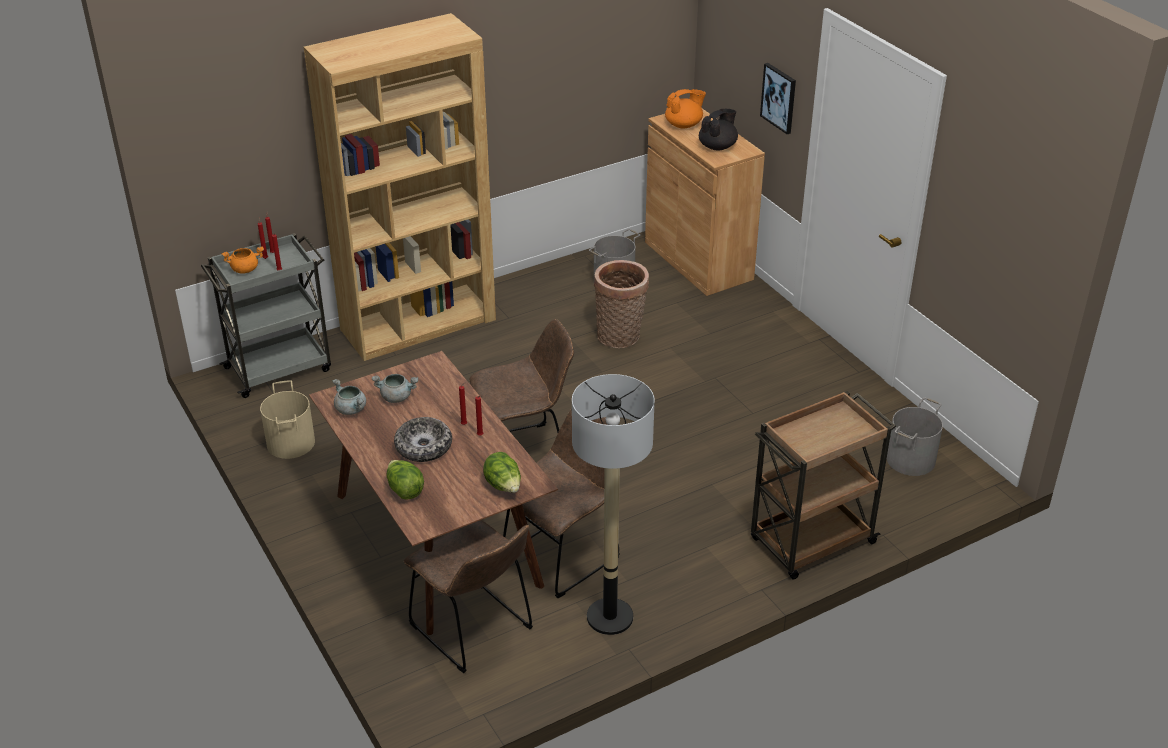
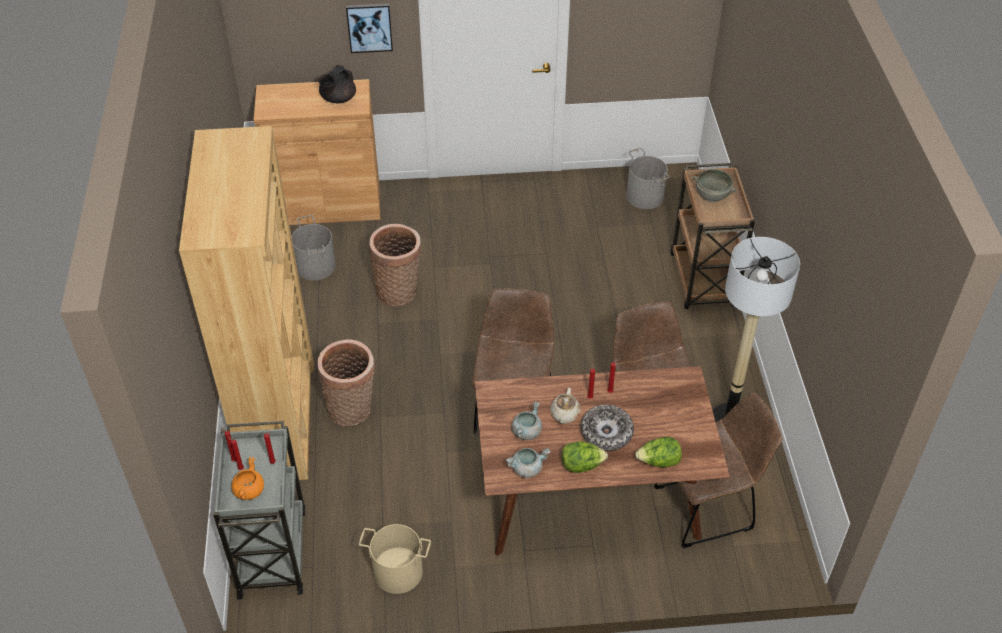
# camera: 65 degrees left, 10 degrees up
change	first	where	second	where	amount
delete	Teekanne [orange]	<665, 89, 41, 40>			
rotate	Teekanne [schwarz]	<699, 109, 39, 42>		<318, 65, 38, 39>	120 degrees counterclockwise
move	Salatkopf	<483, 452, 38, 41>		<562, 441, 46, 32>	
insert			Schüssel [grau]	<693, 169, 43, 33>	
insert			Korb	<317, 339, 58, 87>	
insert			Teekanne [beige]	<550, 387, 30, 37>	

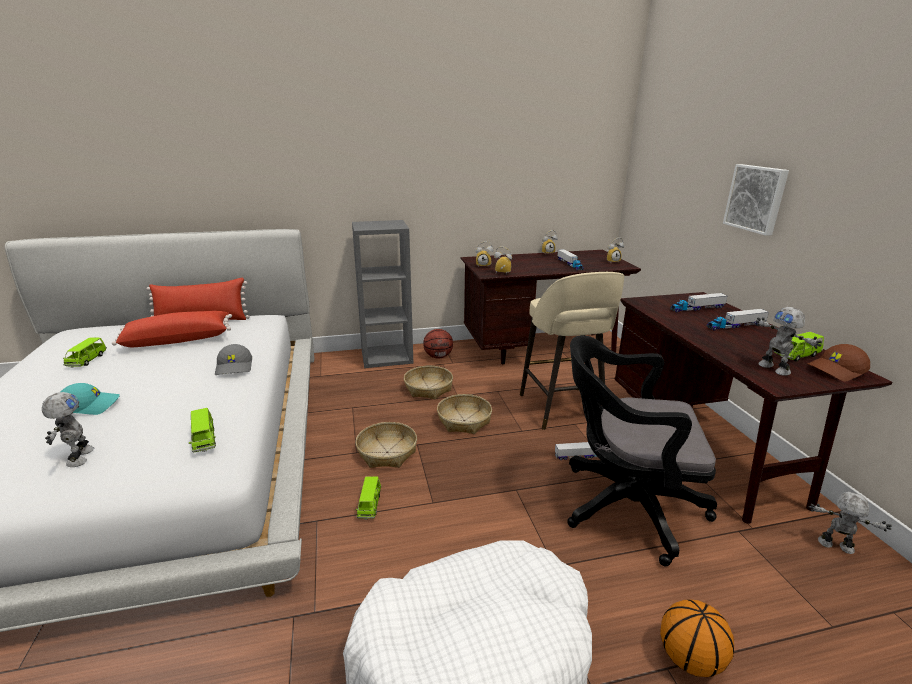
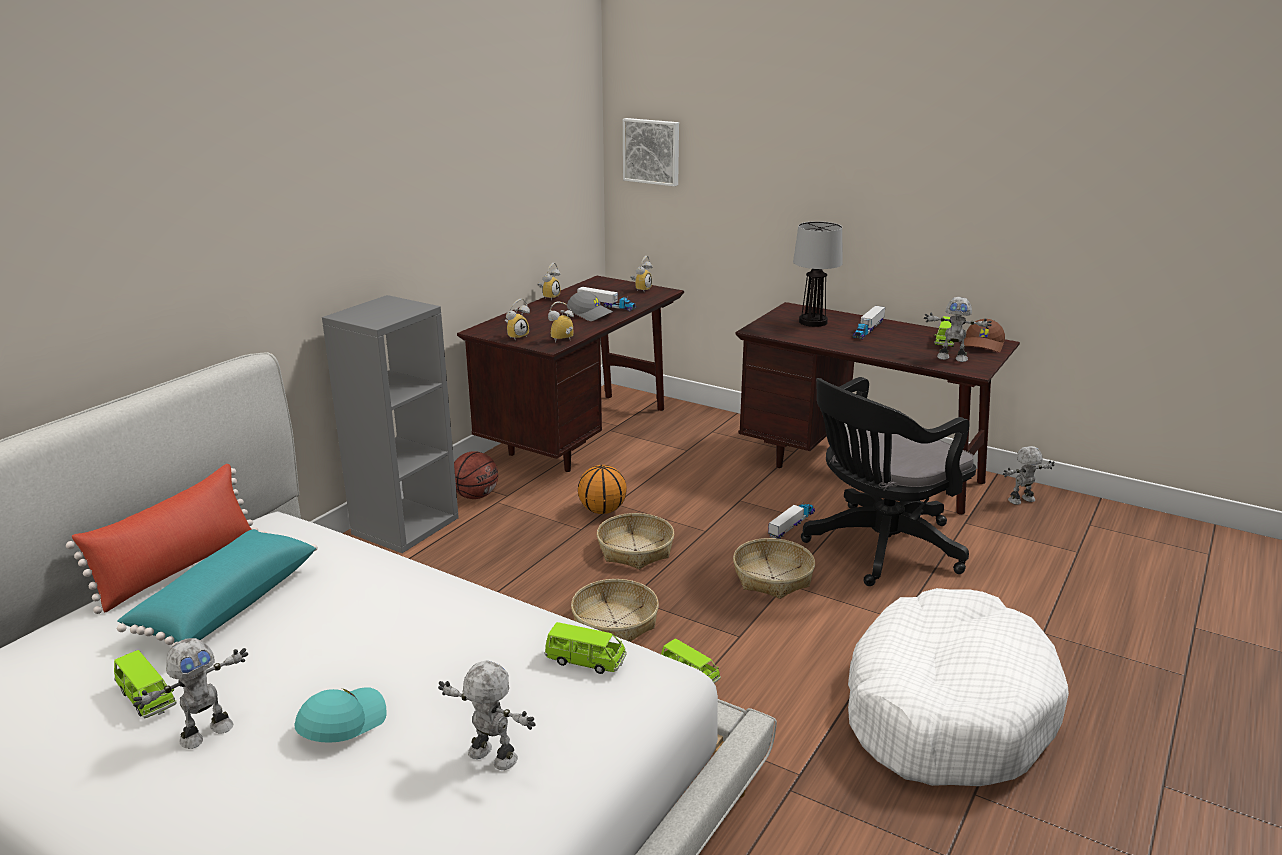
# camera: 45 degrees left, 0 degrees up
change	first	where	second	where	amount
move	Bild	<723, 164, 66, 72>		<623, 118, 56, 68>	
delete	Hocker [beige]	<520, 272, 105, 158>			
replace	Spielzeuglaster	<670, 293, 57, 20>	Tischlampe	<793, 221, 49, 106>	
recolor	Kissen [rot]	<112, 311, 120, 36>	Kissen [türkis]	<117, 529, 201, 117>	
move	Kappe [grau]	<215, 344, 37, 31>		<567, 291, 46, 30>	
move	Korb	<404, 366, 49, 33>		<733, 538, 82, 61>	
move	Basketball	<660, 600, 74, 77>		<578, 465, 49, 49>	
insert			Spielzeugroboter	<133, 638, 115, 111>	

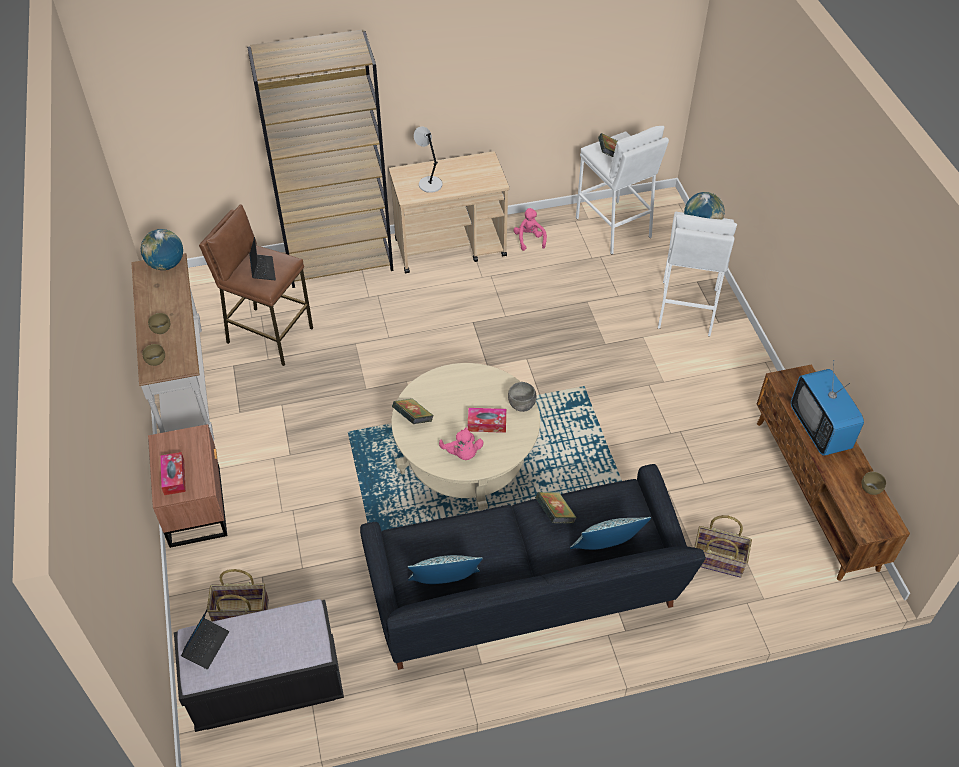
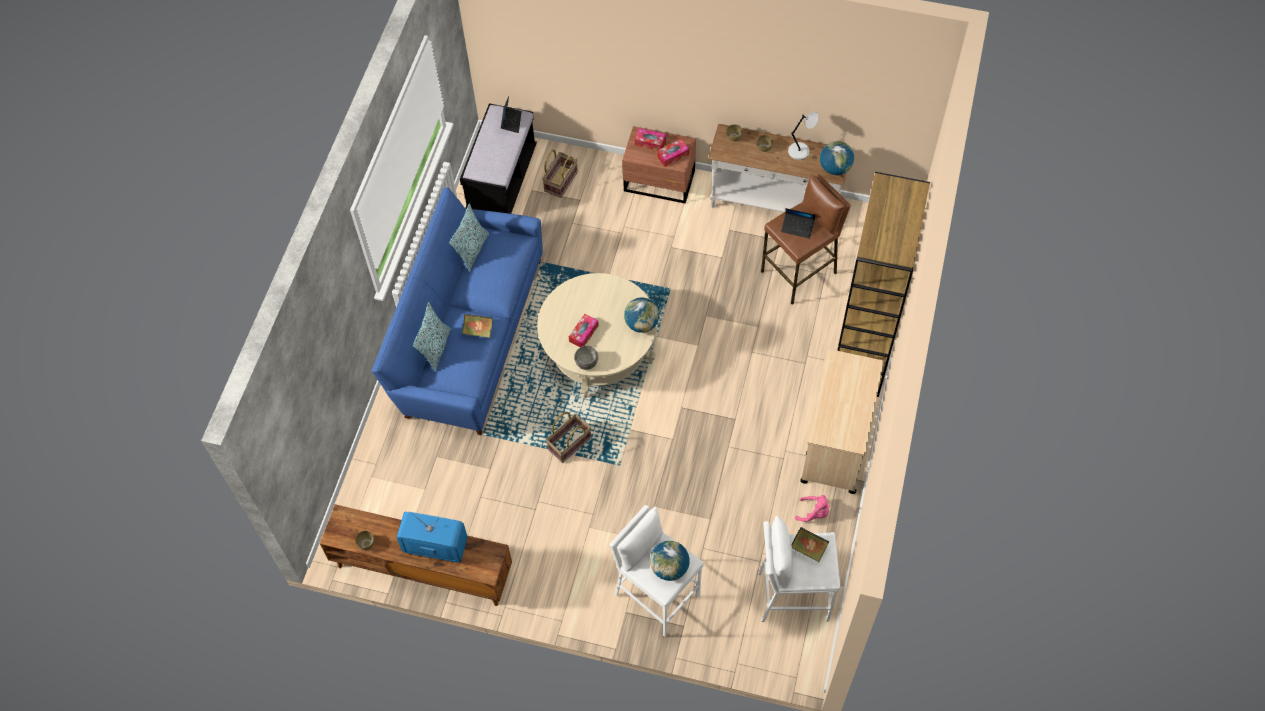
# camera: 120 degrees right, 10 degrees up
change	first	where	second	where	amount
move	Tischlampe [grau]	<414, 126, 29, 67>		<788, 111, 30, 49>	
delete	Buch	<392, 398, 42, 26>			
delete	Plüschtier [rosa]	<439, 428, 45, 32>			
recolor	Sofa [schwarz]	<360, 464, 346, 206>	Sofa [blau]	<372, 188, 171, 247>	
move	Korb	<694, 515, 58, 63>		<546, 412, 45, 51>	
rotate	Laptop	<181, 608, 48, 61>		<501, 96, 21, 37>	135 degrees counterclockwise
insert			Taschentuchbox	<657, 139, 32, 28>	
insert			Globus	<624, 297, 35, 36>	

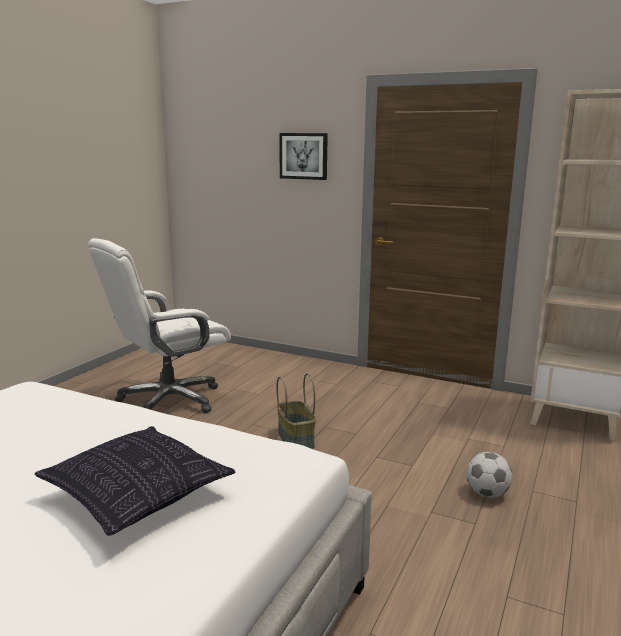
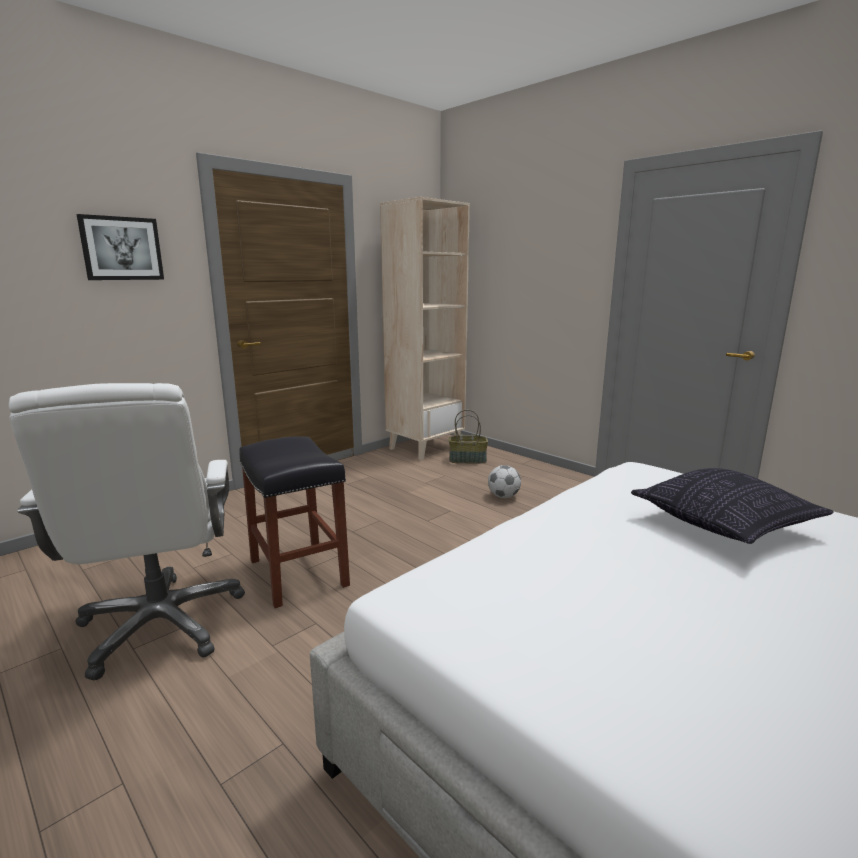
# camera: 70 degrees left, 0 degrees up
change	first	where	second	where	amount
move	Korb	<276, 373, 40, 76>		<449, 410, 39, 53>	
insert			Hocker [schwarz]	<239, 436, 111, 172>	

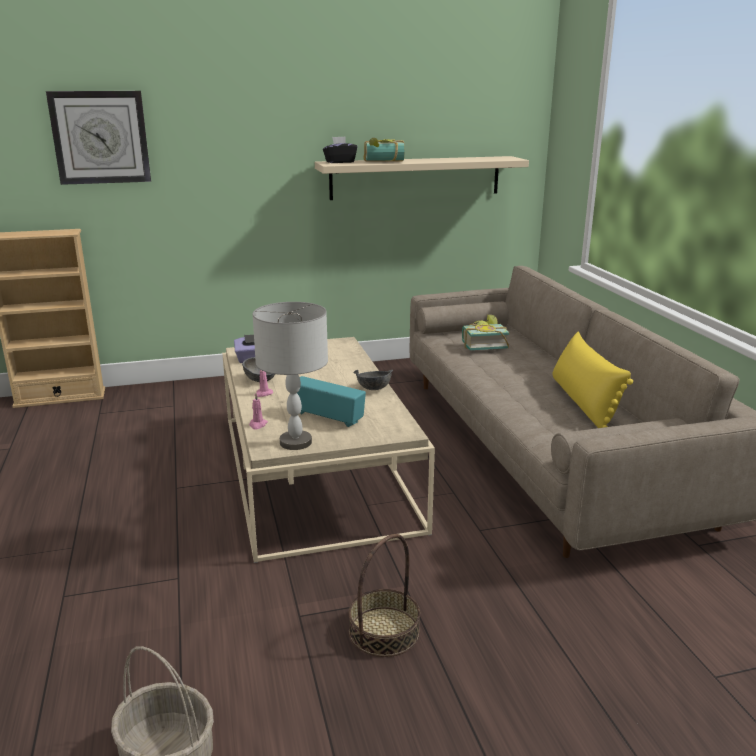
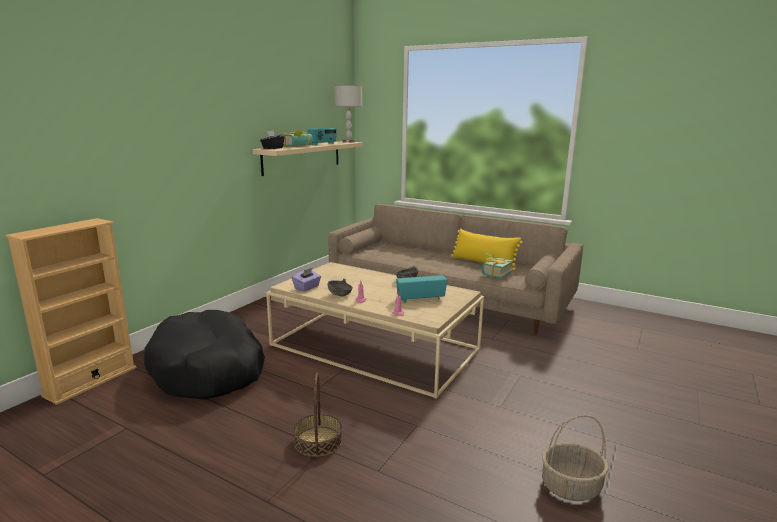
# camera: 45 degrees left, 5 degrees down
change	first	where	second	where	amount
delete	Wanduhr	<46, 91, 105, 94>			
move	Tischlampe [grau]	<252, 302, 76, 148>		<335, 85, 27, 58>	
move	Buch	<462, 314, 47, 36>		<481, 252, 33, 26>	
move	Korb	<348, 534, 72, 123>		<294, 373, 48, 84>	
insert			Radio	<307, 128, 30, 17>	
insert			Hundebett [schwarz]	<144, 310, 121, 90>	

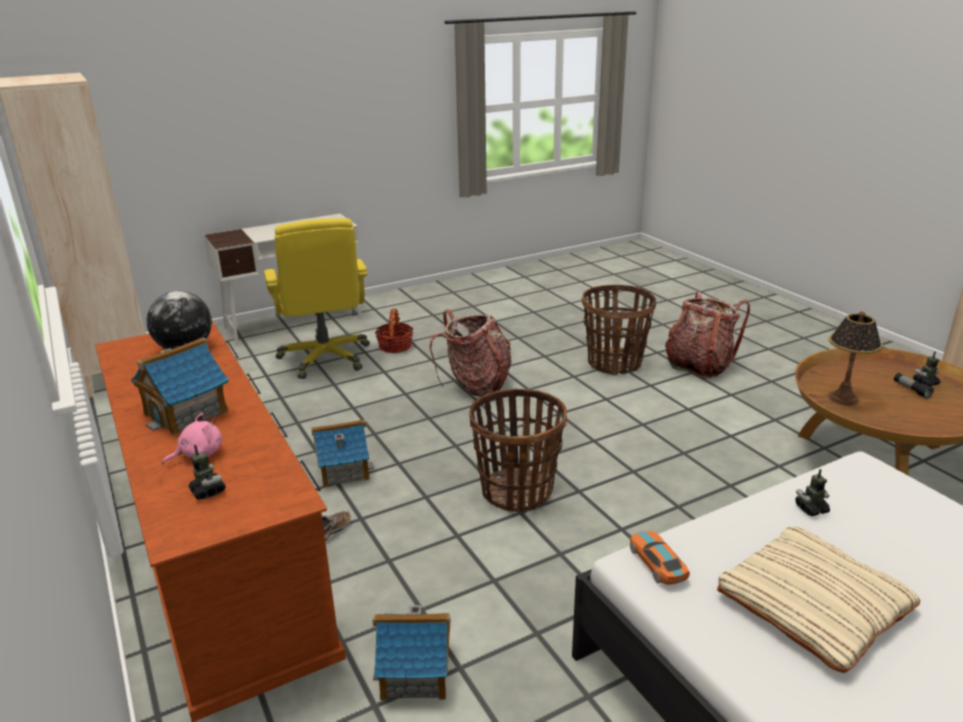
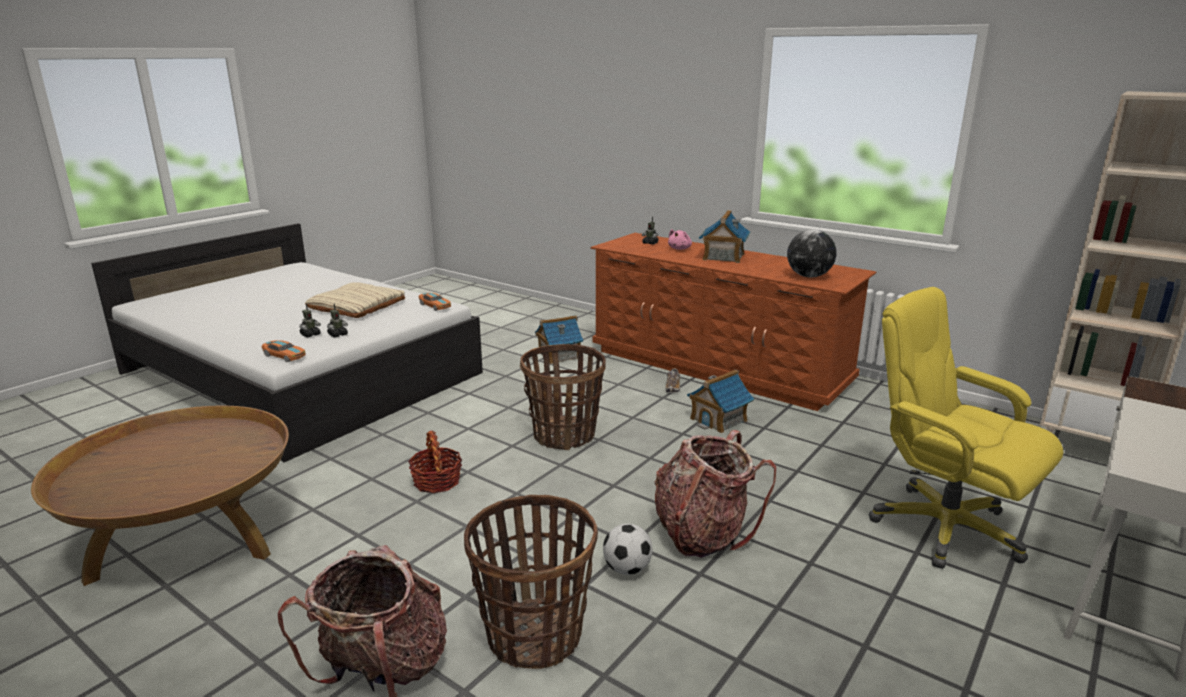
# camera: 155 degrees right, 5 degrees down
change	first	where	second	where	amount
move	Korb	<375, 308, 39, 45>		<408, 431, 54, 62>	
delete	Tischlampe	<828, 311, 55, 94>			
move	Spielzeugroboter	<913, 351, 28, 36>		<299, 304, 22, 34>	
delete	Taschenlampe	<894, 373, 40, 26>			
insert			Spielzeugauto	<262, 340, 44, 22>	
insert			Fußball	<603, 524, 50, 51>	

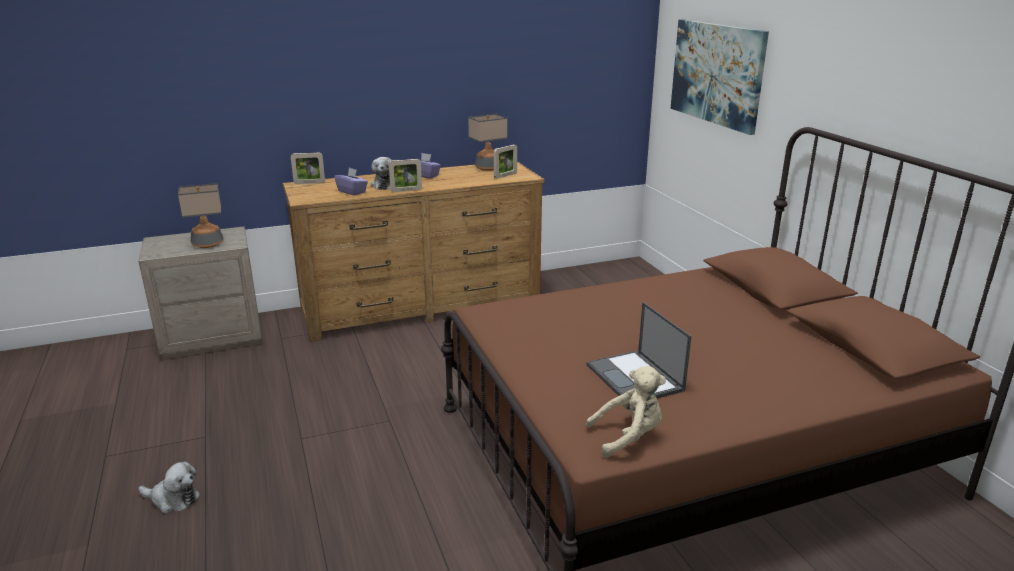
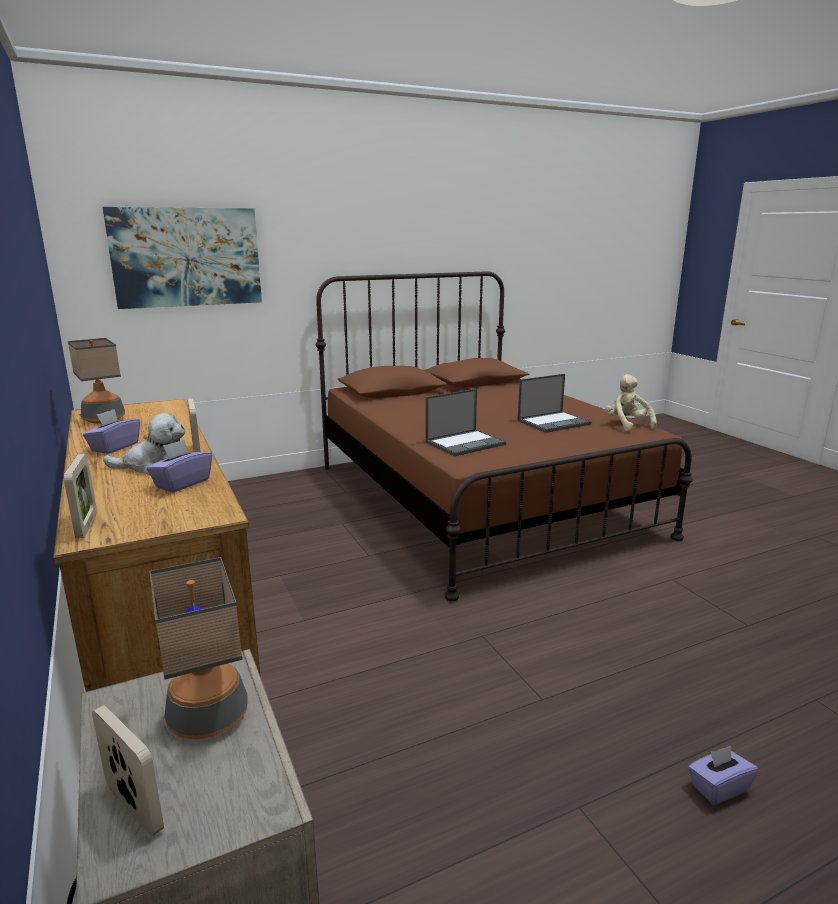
# camera: 95 degrees left, 5 degrees down
change	first	where	second	where	amount
move	Bilderrahmen	<494, 145, 23, 34>		<92, 705, 72, 131>	
replace	Plüschtier	<138, 462, 62, 52>	Taschentuchbox [lila]	<688, 746, 70, 59>	
insert			Laptop	<425, 389, 81, 67>	

